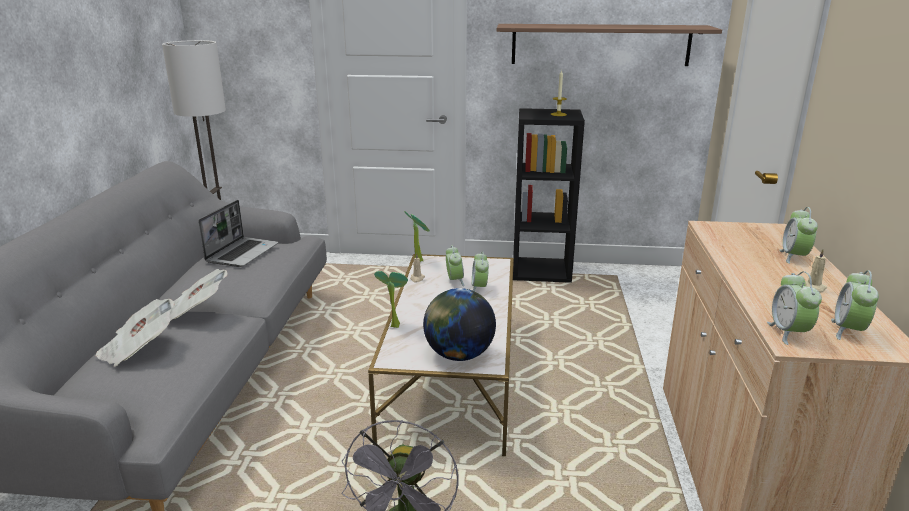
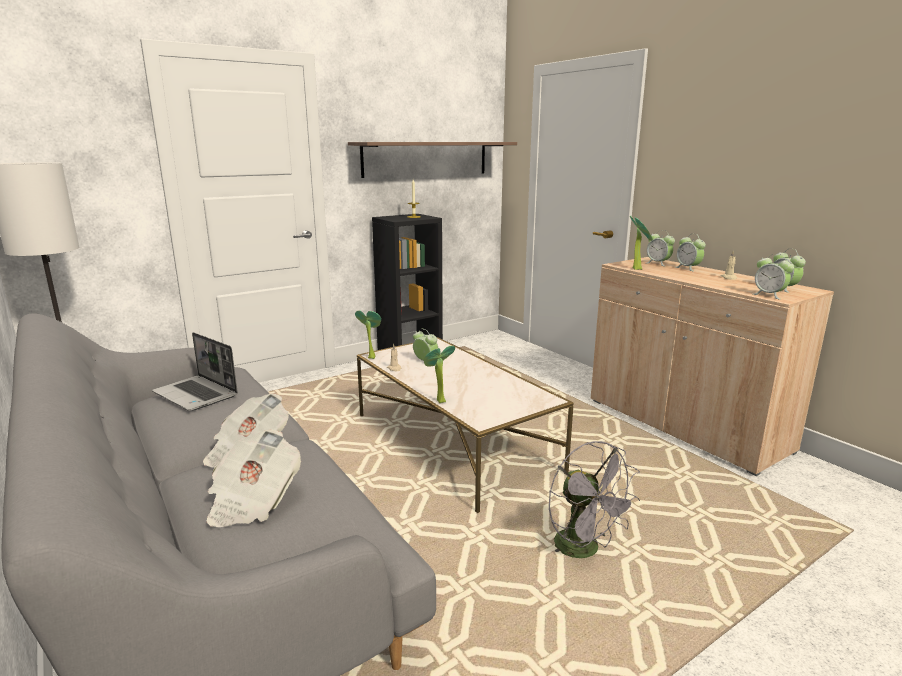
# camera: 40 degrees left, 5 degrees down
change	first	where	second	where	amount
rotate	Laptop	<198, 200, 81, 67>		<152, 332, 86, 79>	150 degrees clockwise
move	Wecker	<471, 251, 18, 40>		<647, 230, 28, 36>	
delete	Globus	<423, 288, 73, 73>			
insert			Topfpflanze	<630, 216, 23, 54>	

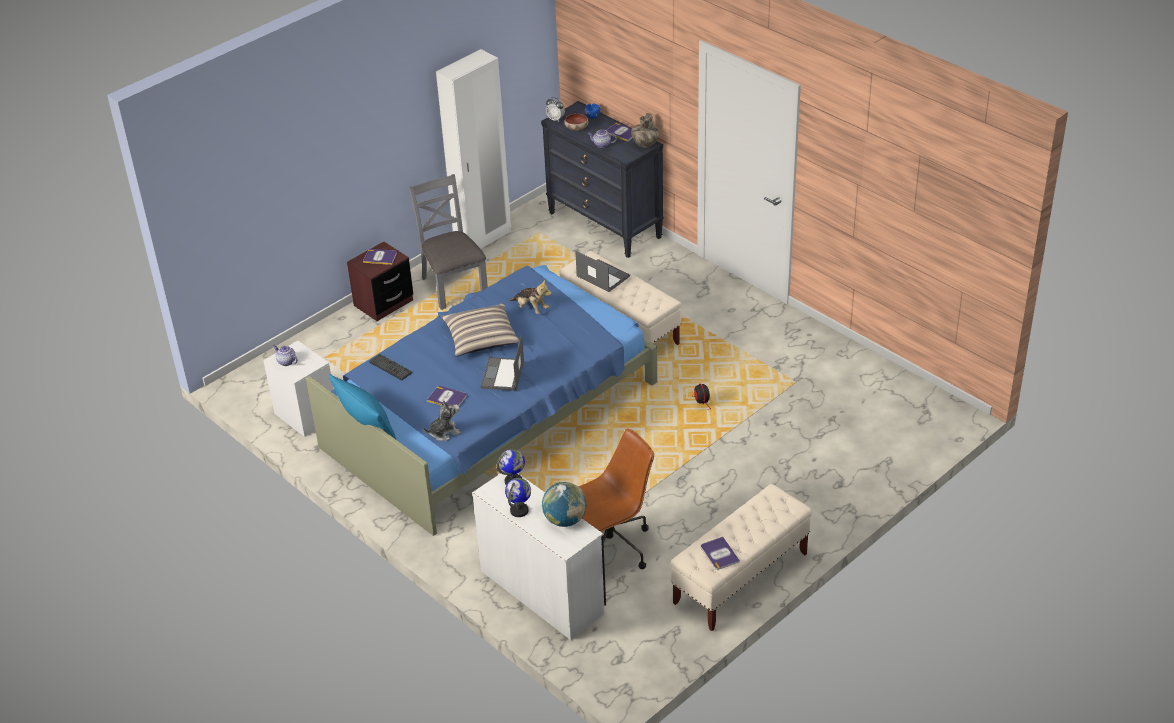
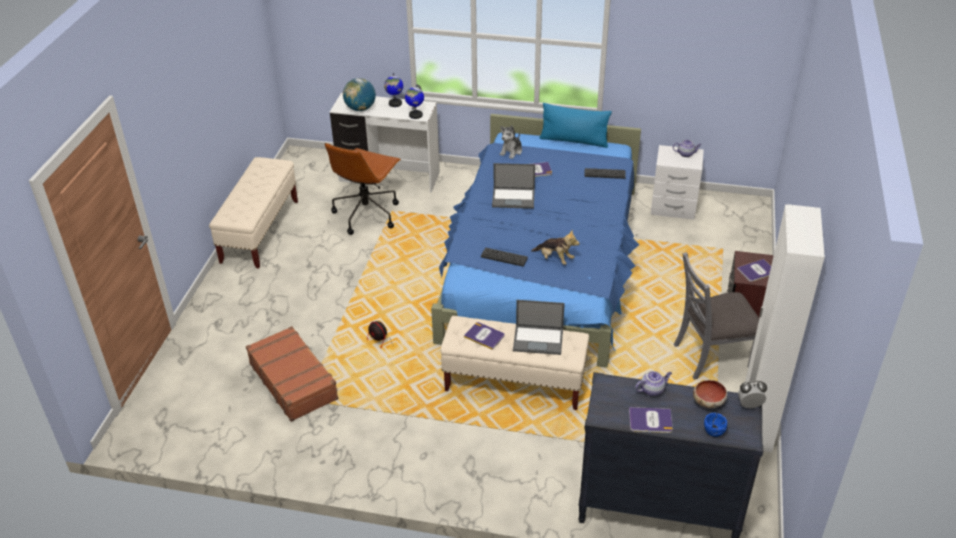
# camera: 145 degrees right, 0 degrees up
change	first	where	second	where	amount
delete	Vase	<631, 113, 29, 35>			
rotate	Stuhl [grau]	<409, 174, 79, 136>		<674, 252, 85, 128>	135 degrees clockwise
rotate	Plüschtier	<510, 280, 42, 34>		<531, 230, 49, 35>	150 degrees counterclockwise
delete	Kissen	<441, 303, 78, 54>			
rotate	Laptop	<481, 335, 43, 56>		<492, 163, 43, 46>	120 degrees clockwise
move	Buch	<701, 537, 39, 33>		<464, 322, 40, 28>	
insert			Tastatur	<481, 248, 47, 19>	
insert			Koffer [braun]	<246, 326, 92, 96>	

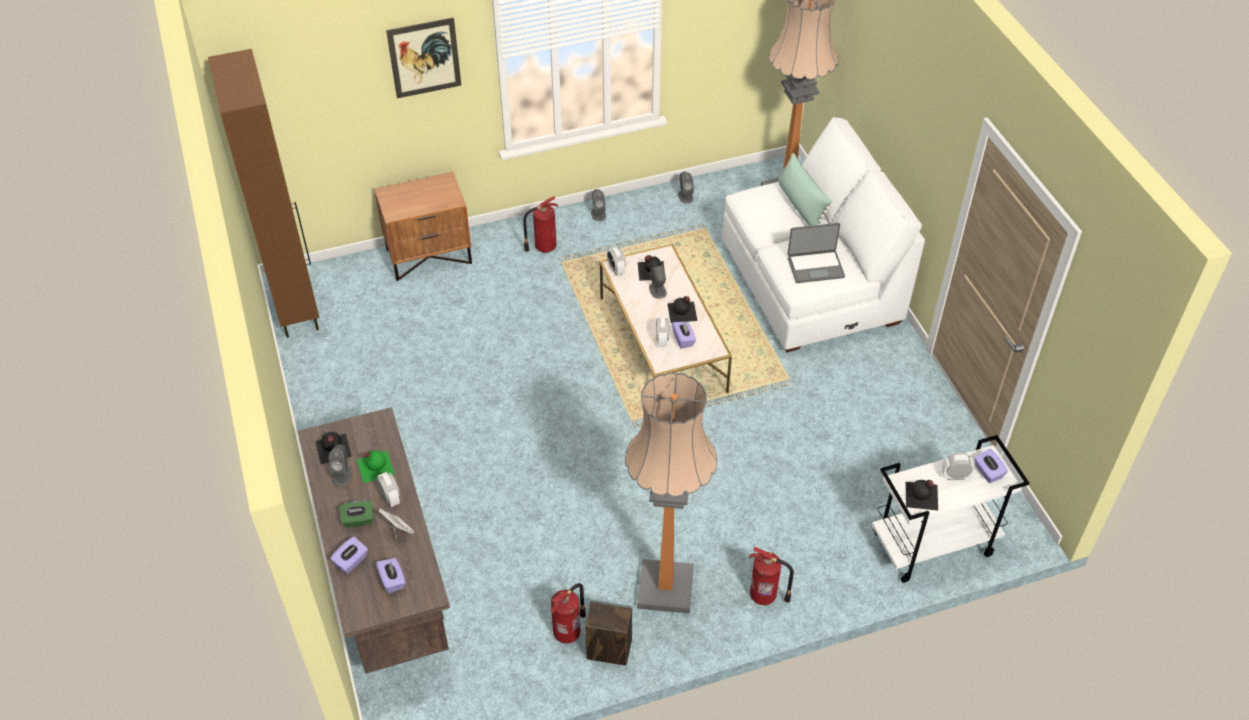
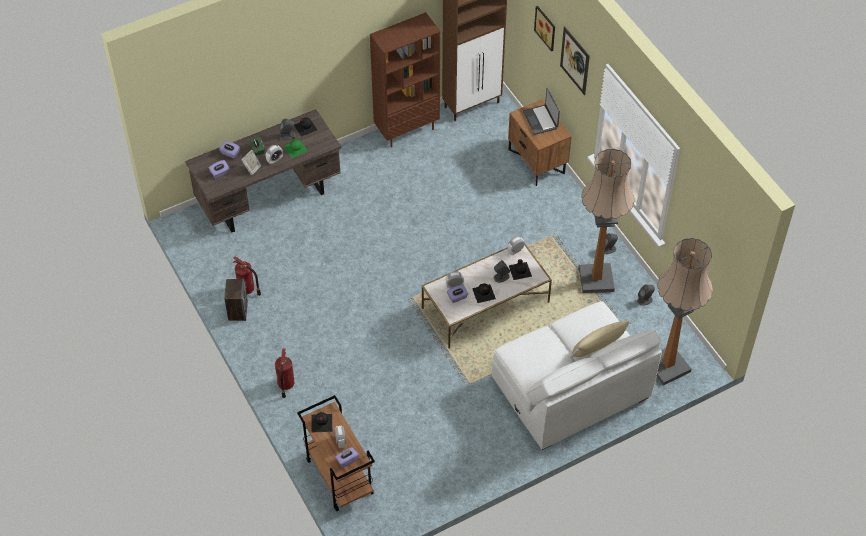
# camera: 80 degrees right, 5 degrees up
change	first	where	second	where	amount
recolor	Kissen [grün]	<778, 153, 55, 73>	Kissen [beige]	<570, 321, 61, 37>	
delete	Feuerlöscher	<523, 196, 35, 57>			
move	Laptop	<788, 223, 57, 60>		<523, 88, 37, 47>	
move	Stehlampe	<625, 372, 92, 242>		<579, 149, 55, 144>	
recolor	Rollwagen [weiß]	<872, 435, 158, 148>	Rollwagen [braun]	<297, 395, 78, 116>	
insert			Bild	<534, 6, 21, 45>	
insert			Bücherregal [braun]	<370, 12, 70, 135>	

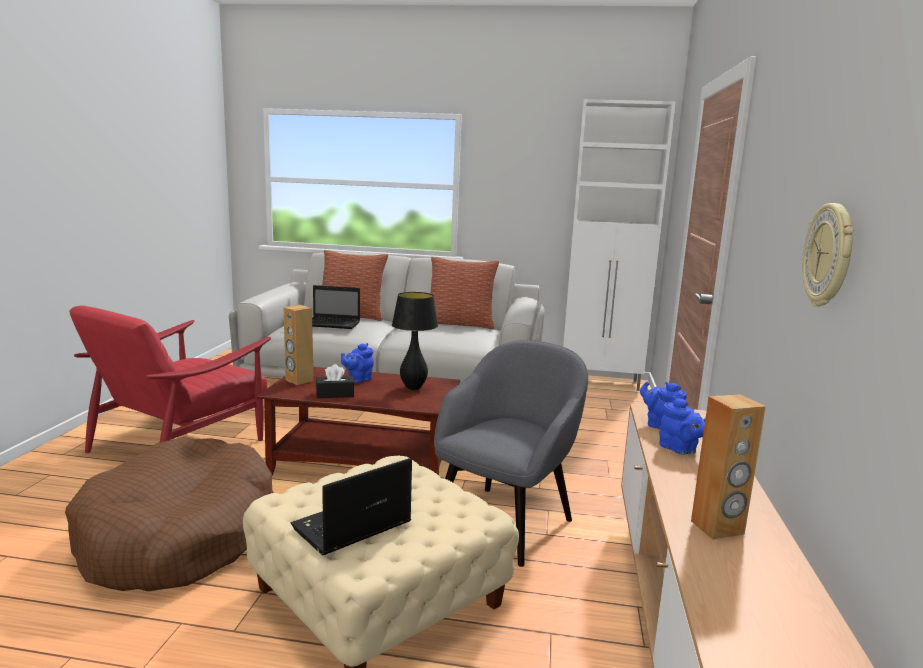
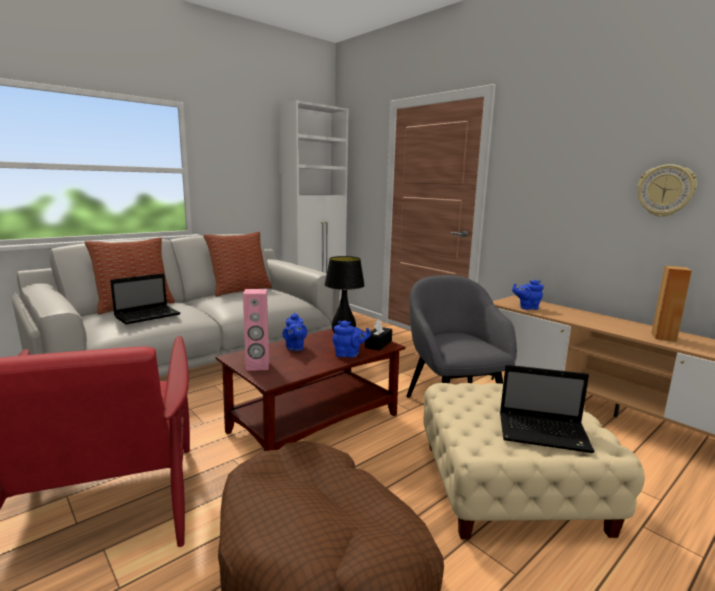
# camera: 50 degrees left, 0 degrees up
change	first	where	second	where	amount
recolor	Lautsprecher [braun]	<284, 305, 30, 80>	Lautsprecher [rosa]	<243, 289, 26, 82>	
move	Taschentuchbox [schwarz]	<316, 364, 38, 34>		<365, 319, 27, 32>	
move	Teekanne [blau]	<659, 396, 46, 58>		<332, 321, 39, 37>	
rotate	Laptop	<291, 458, 121, 97>		<500, 365, 95, 88>	75 degrees counterclockwise

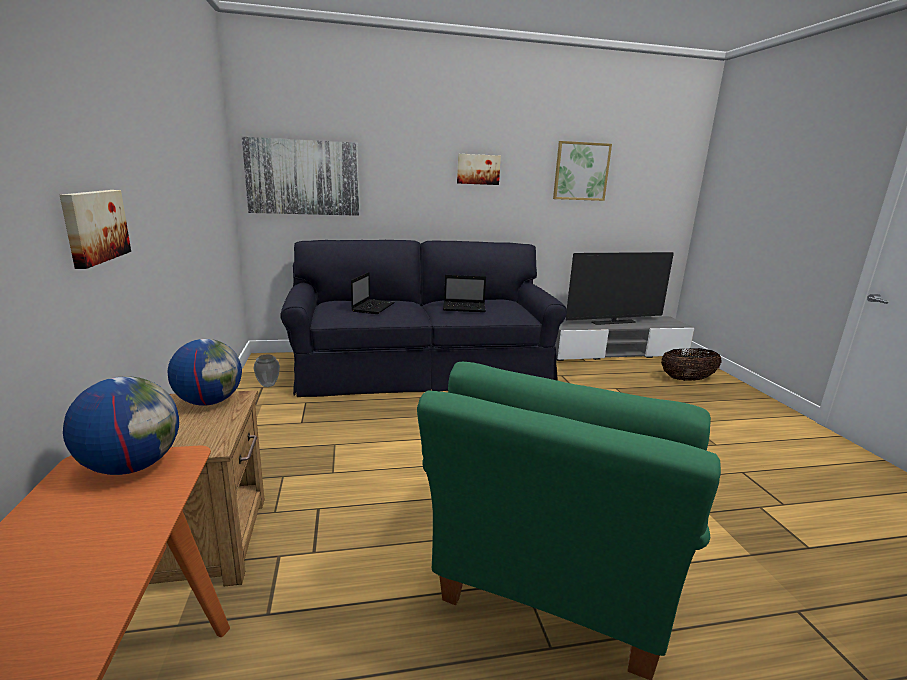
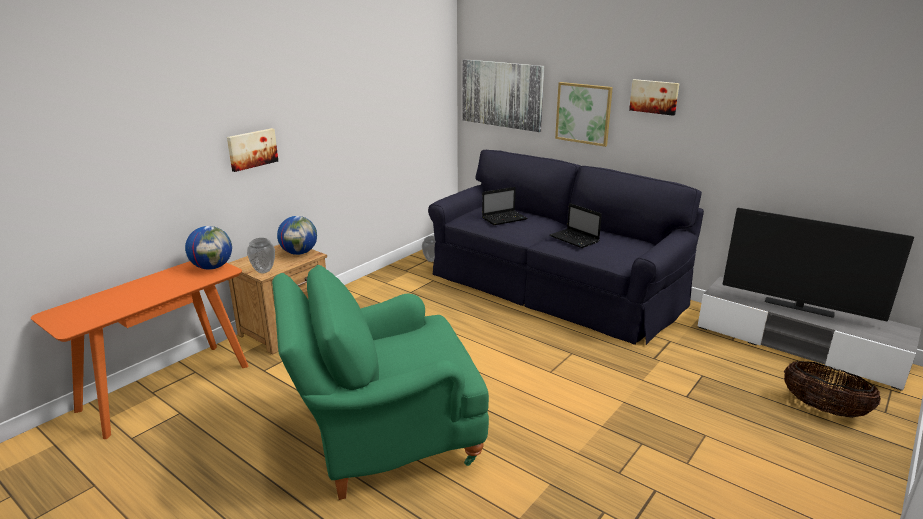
# camera: 50 degrees right, 5 degrees up
change	first	where	second	where	amount
move	Bild	<553, 141, 59, 60>		<555, 82, 58, 65>	
insert			Vase	<247, 238, 28, 35>	

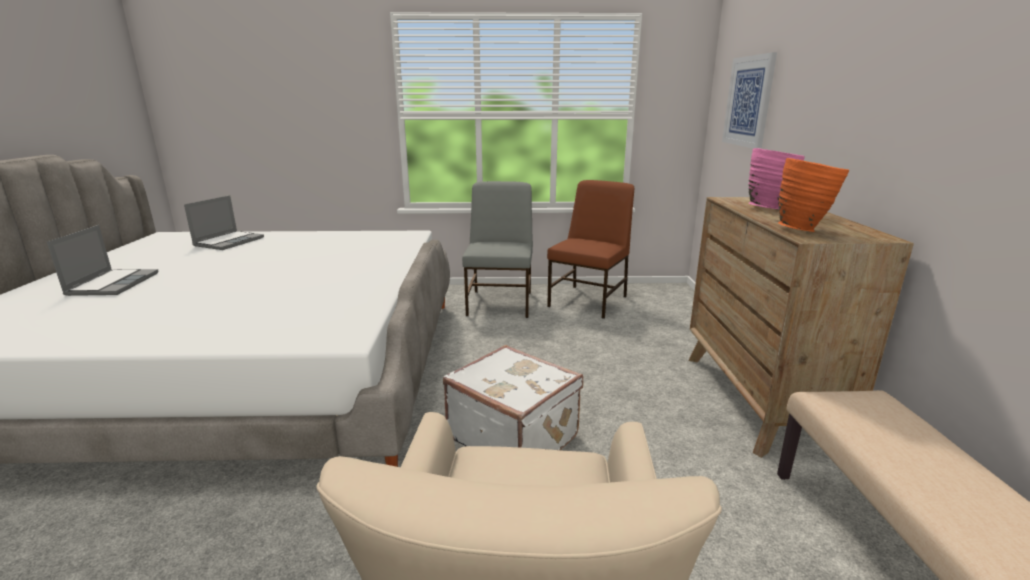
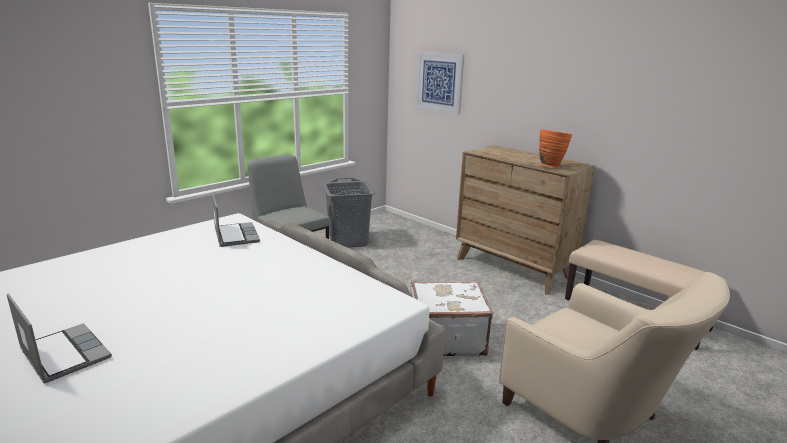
# camera: 45 degrees left, 0 degrees up
change	first	where	second	where	amount
delete	Vase [rosa]	<749, 148, 56, 61>			
replace	Stuhl [braun]	<547, 180, 87, 139>	Wäschekorb [grau]	<323, 178, 52, 70>	
move	Laptop	<184, 195, 80, 55>		<212, 192, 48, 55>	

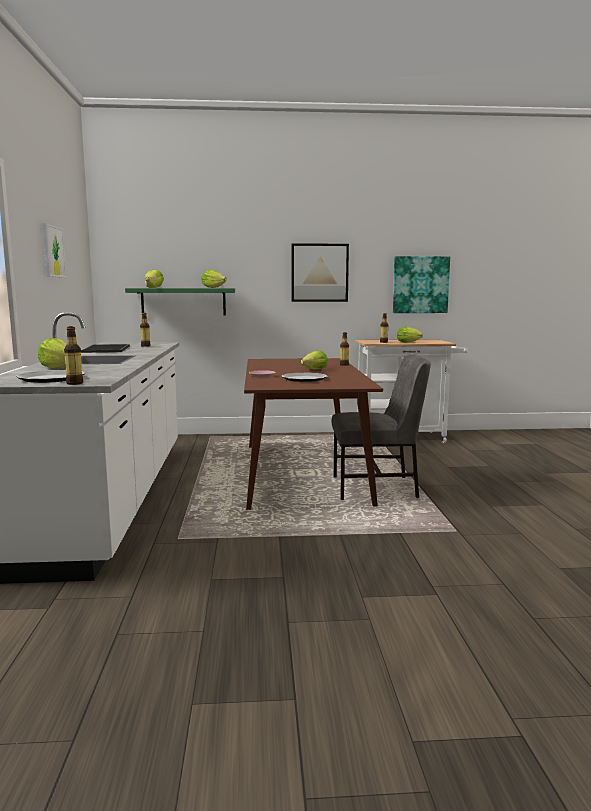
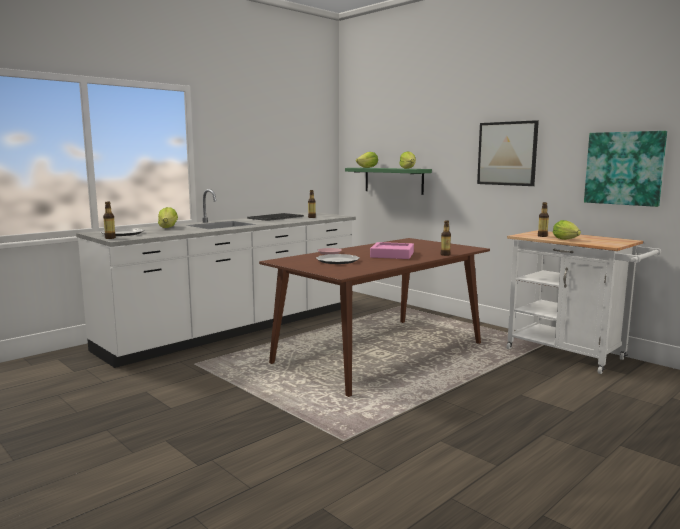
# camera: 50 degrees right, 0 degrees up
change	first	where	second	where	amount
delete	Bild	<42, 223, 24, 55>			
replace	Salatkopf	<301, 351, 27, 19>	Tablett [rosa]	<370, 242, 44, 17>	
delete	Stuhl [grau]	<331, 354, 100, 146>			

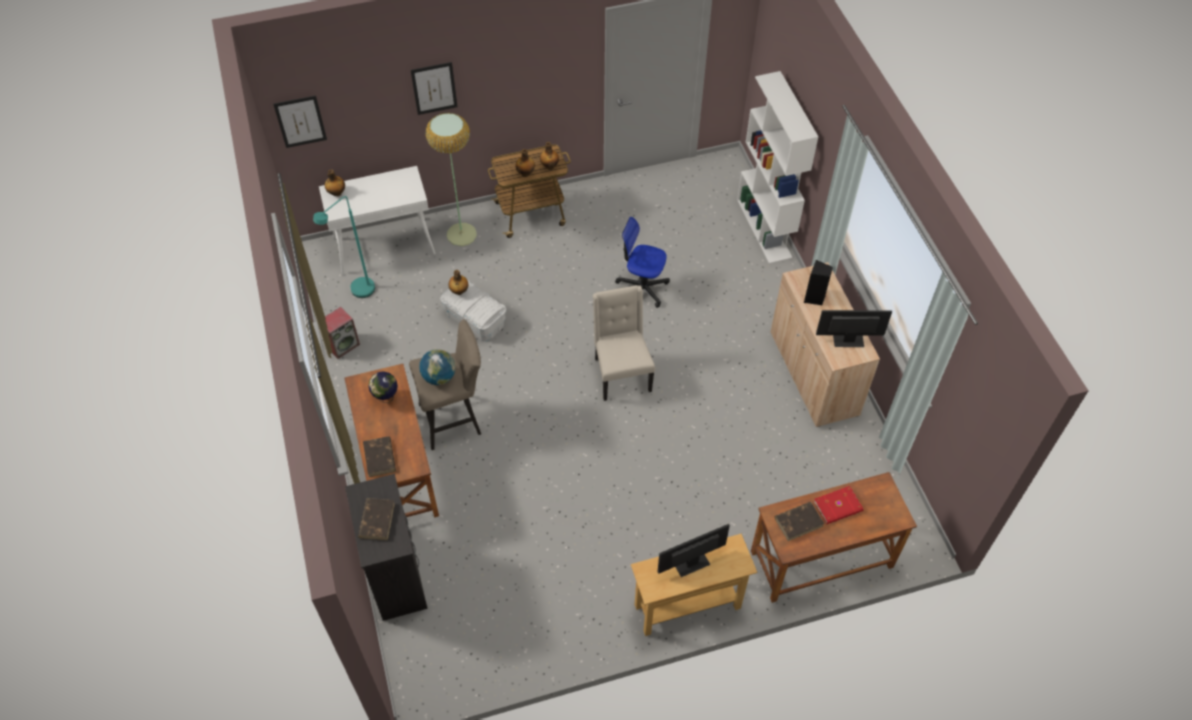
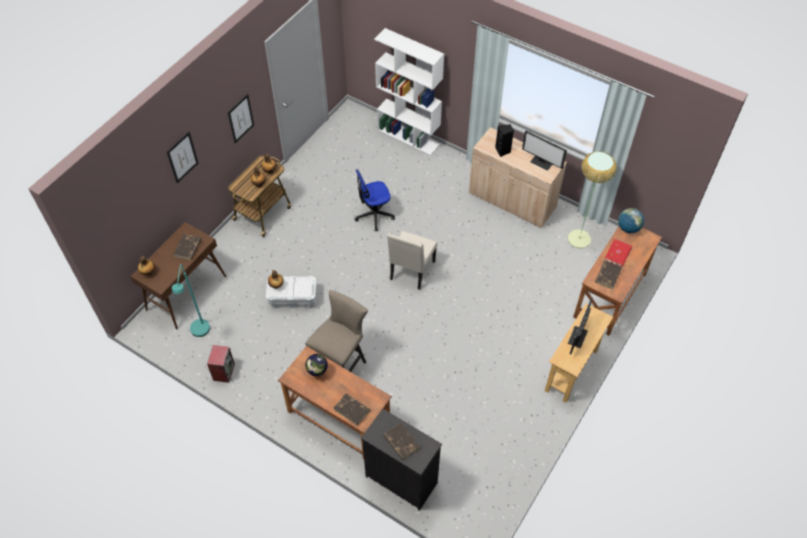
# camera: 40 degrees left, 0 degrees up
change	first	where	second	where	amount
move	Bild	<273, 95, 54, 53>		<228, 94, 26, 49>	
move	Stehlampe	<426, 113, 51, 133>		<568, 151, 49, 98>	
recolor	Konsolentisch [weiß]	<319, 166, 116, 109>	Konsolentisch [braun]	<130, 222, 96, 107>	
rotate	Stuhl [beige]	<593, 285, 62, 116>		<387, 231, 50, 59>	105 degrees counterclockwise
rotate	Monitor	<816, 310, 76, 37>		<522, 130, 45, 41>	105 degrees counterclockwise
move	Globus	<420, 349, 35, 36>		<618, 208, 26, 25>	
insert			Buch [braun]	<173, 234, 28, 26>	

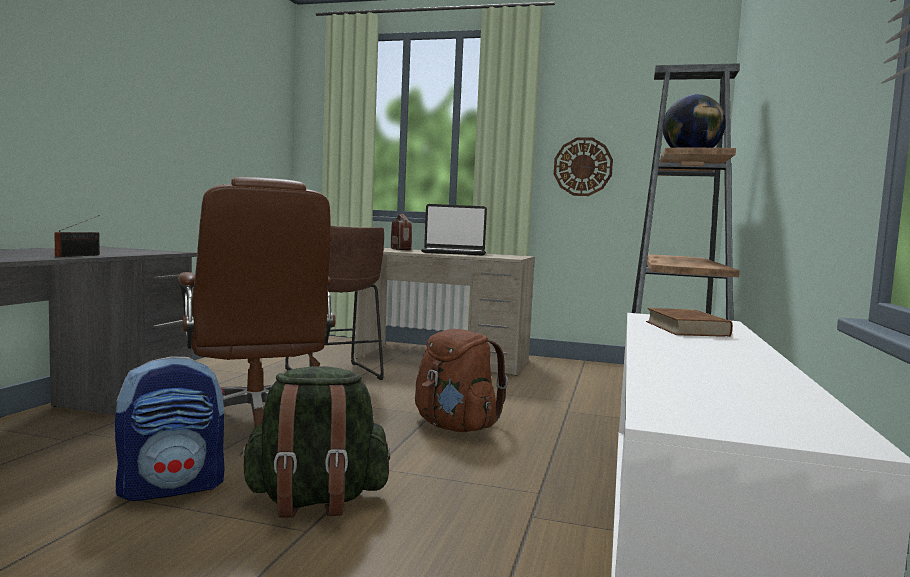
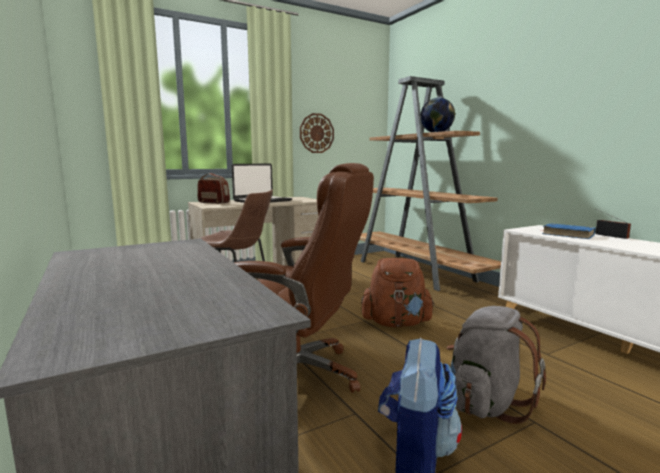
# camera: 45 degrees left, 5 degrees up
change	first	where	second	where	amount
move	Radio	<54, 215, 46, 42>		<595, 209, 36, 30>	
recolor	Buch [braun]	<646, 308, 87, 29>	Buch [blau]	<540, 223, 55, 16>	
recolor	Rucksack [grün]	<240, 366, 150, 152>	Rucksack [grau]	<446, 306, 100, 118>	

